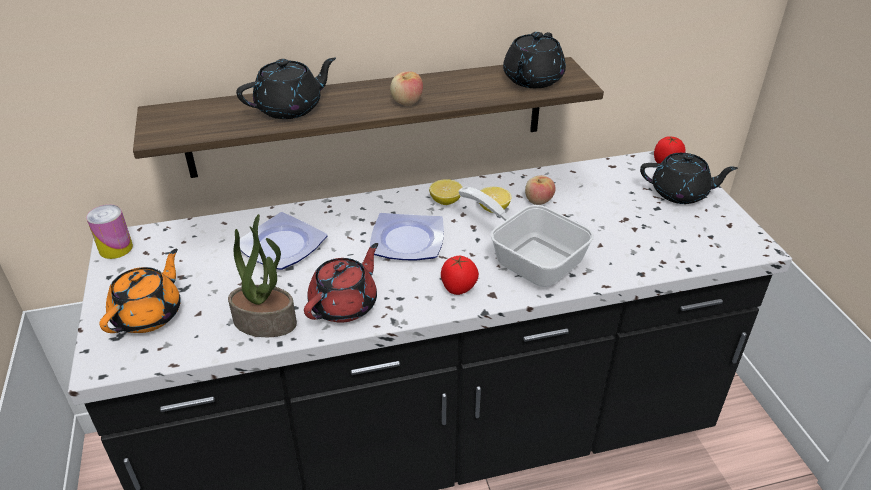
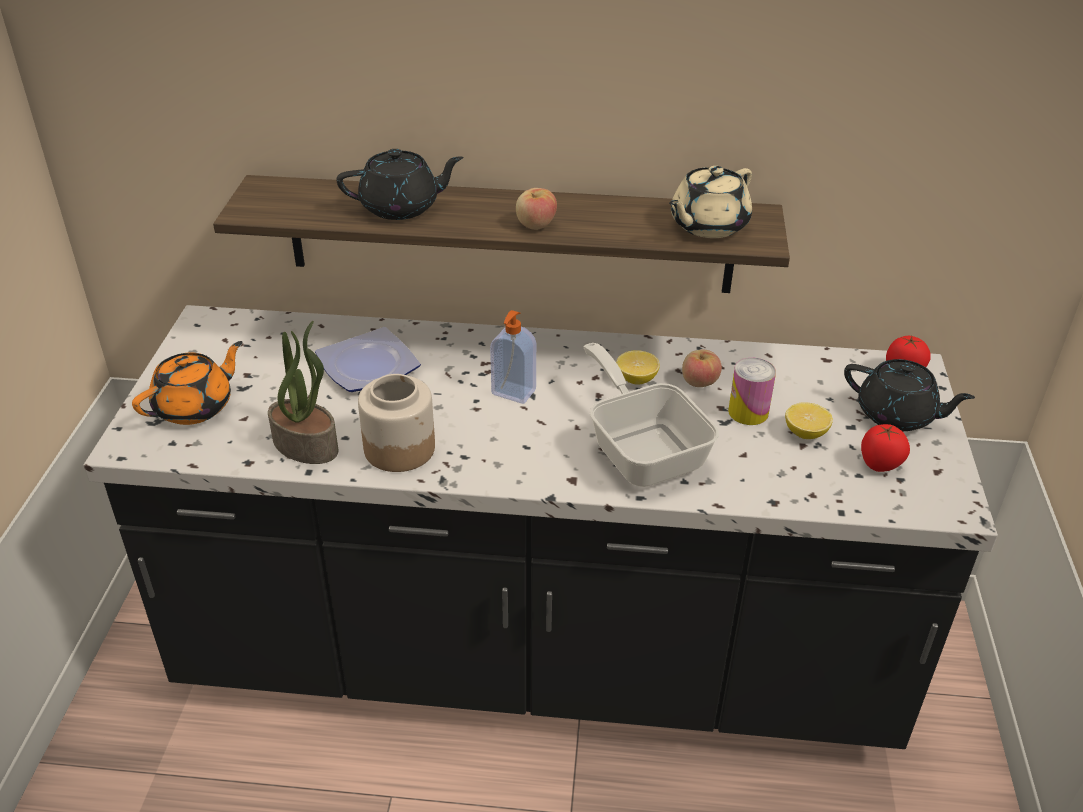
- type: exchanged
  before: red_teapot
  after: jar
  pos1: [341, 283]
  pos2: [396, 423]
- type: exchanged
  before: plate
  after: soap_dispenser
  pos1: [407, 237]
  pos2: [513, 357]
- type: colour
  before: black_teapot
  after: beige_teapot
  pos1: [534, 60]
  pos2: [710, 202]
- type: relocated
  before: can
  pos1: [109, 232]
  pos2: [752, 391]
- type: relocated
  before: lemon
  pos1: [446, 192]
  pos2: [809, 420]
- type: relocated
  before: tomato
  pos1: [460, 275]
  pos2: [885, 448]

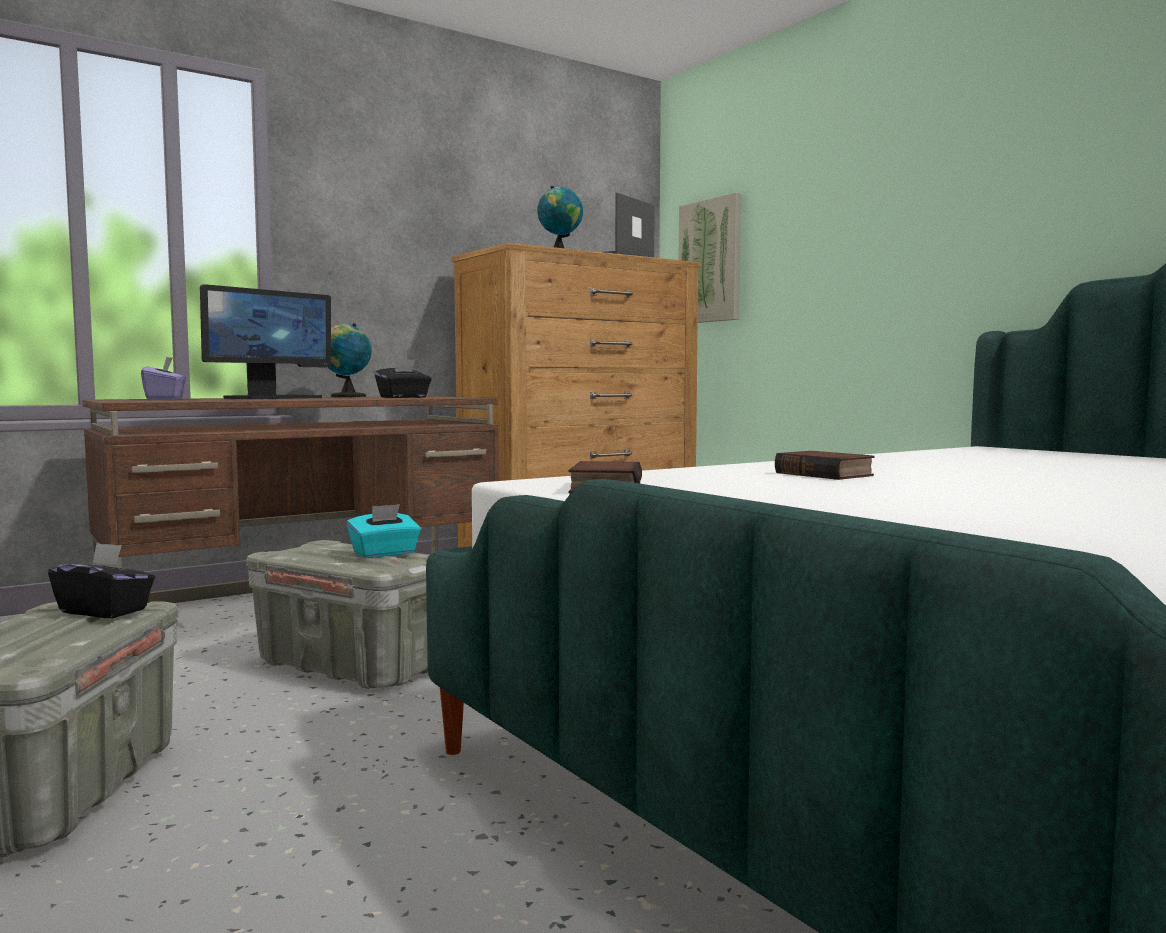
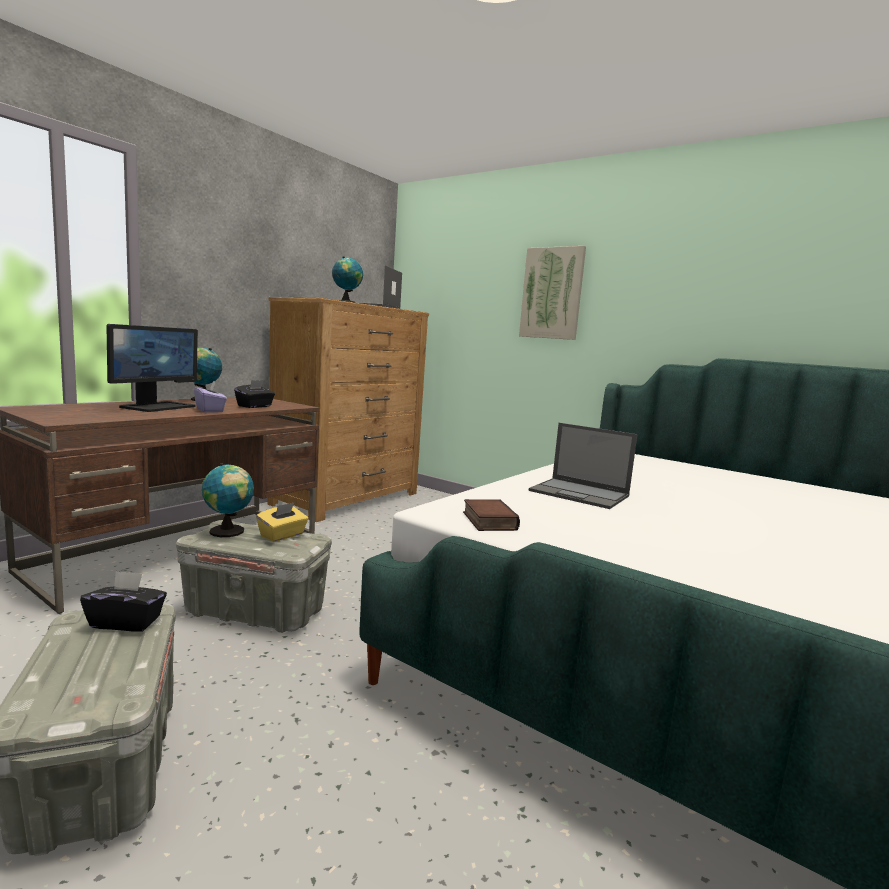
- type: relocated
  before: purple_tissue_box
  pos1: [163, 378]
  pos2: [210, 397]
- type: appeared
  after: globe
  pos2: [228, 500]
- type: colour
  before: turquoise_tissue_box
  after: yellow_tissue_box
  pos1: [384, 531]
  pos2: [282, 522]
- type: relocated
  before: picture
  pos1: [710, 257]
  pos2: [552, 293]
- type: exchanged
  before: book
  after: laptop
  pos1: [824, 465]
  pos2: [583, 466]

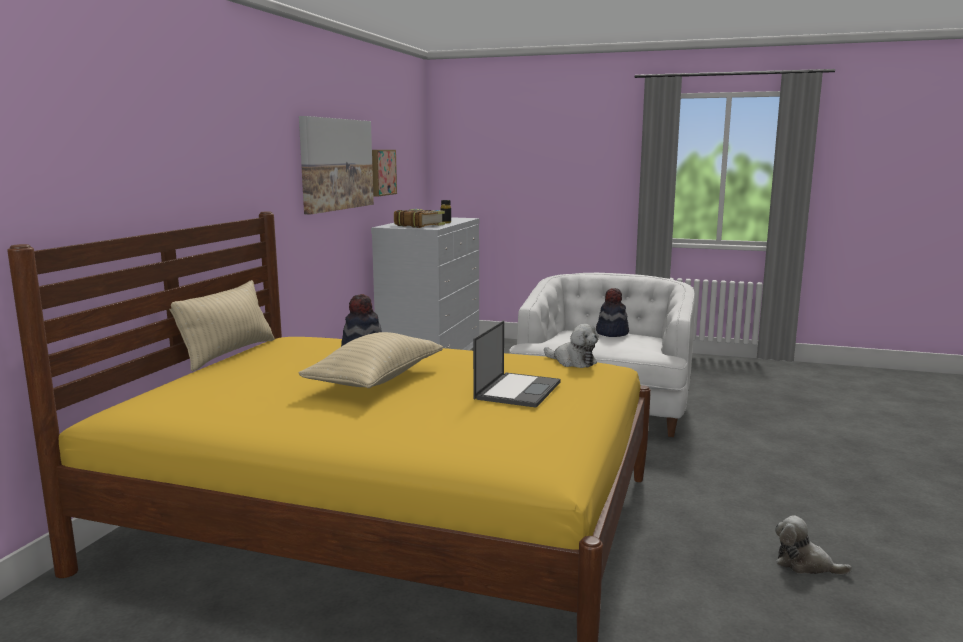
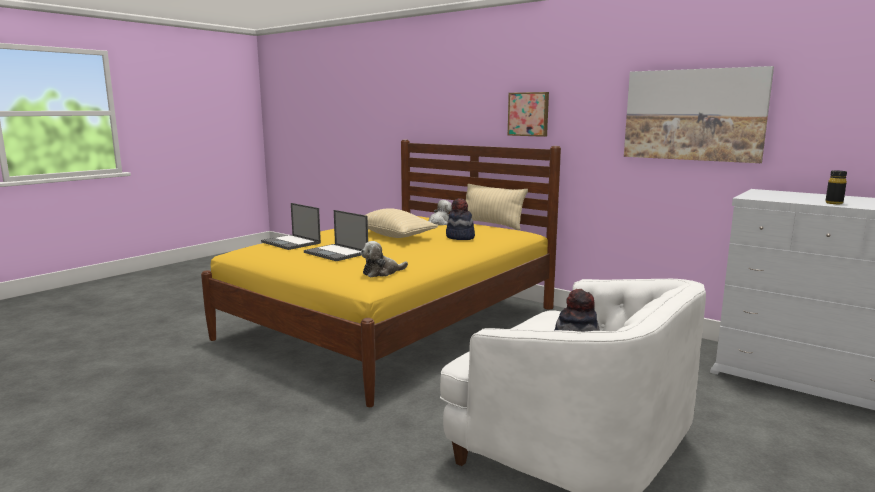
- type: appeared
  after: laptop
  pos2: [291, 226]
- type: relocated
  before: plush_toy
  pos1: [813, 545]
  pos2: [440, 212]
- type: relocated
  before: picture
  pos1: [384, 173]
  pos2: [528, 114]
- type: missing
  before: book
  pos1: [419, 218]

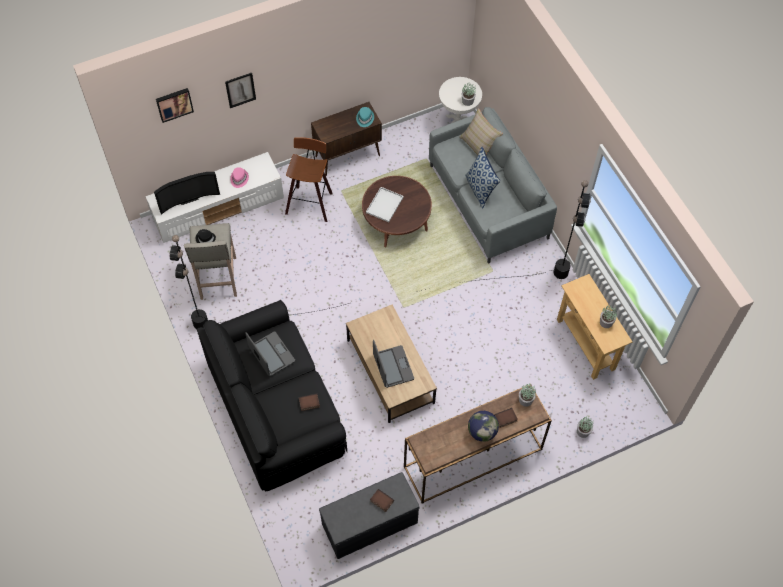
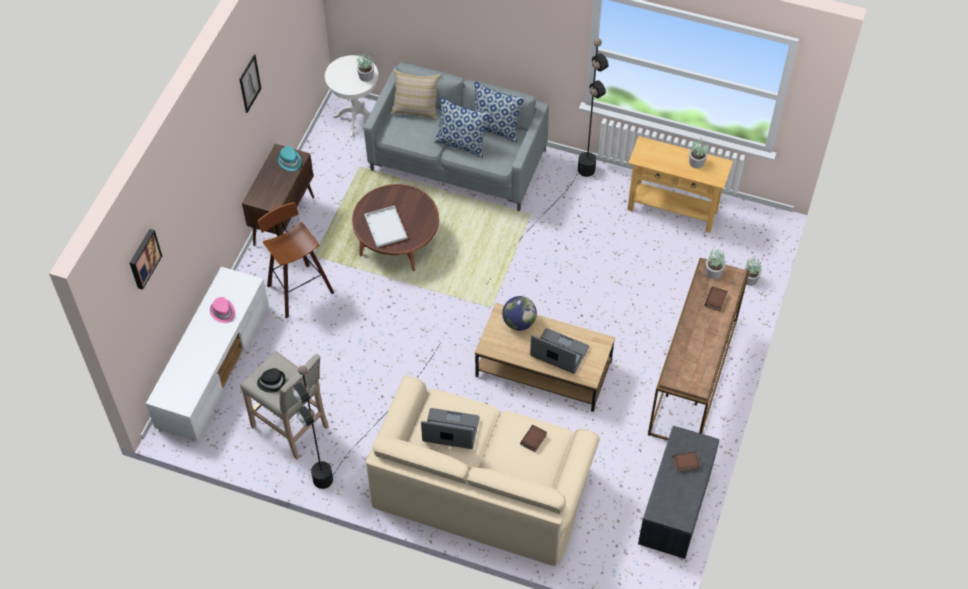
- type: relocated
  before: picture
  pos1: [240, 90]
  pos2: [250, 83]
- type: colour
  before: black_sofa
  after: beige_sofa
  pos1: [272, 396]
  pos2: [483, 471]
- type: appeared
  after: pillow
  pos2: [499, 112]
- type: relocated
  before: globe
  pos1: [483, 426]
  pos2: [519, 313]
- type: missing
  before: television
  pos1: [187, 193]

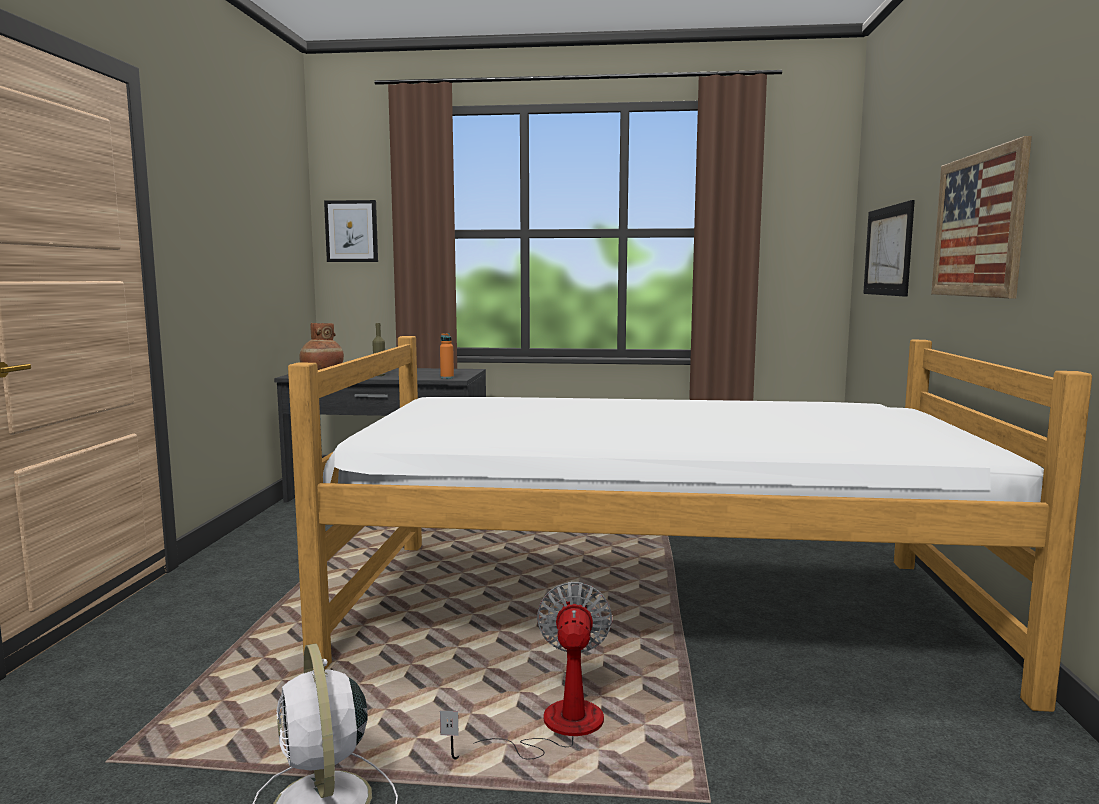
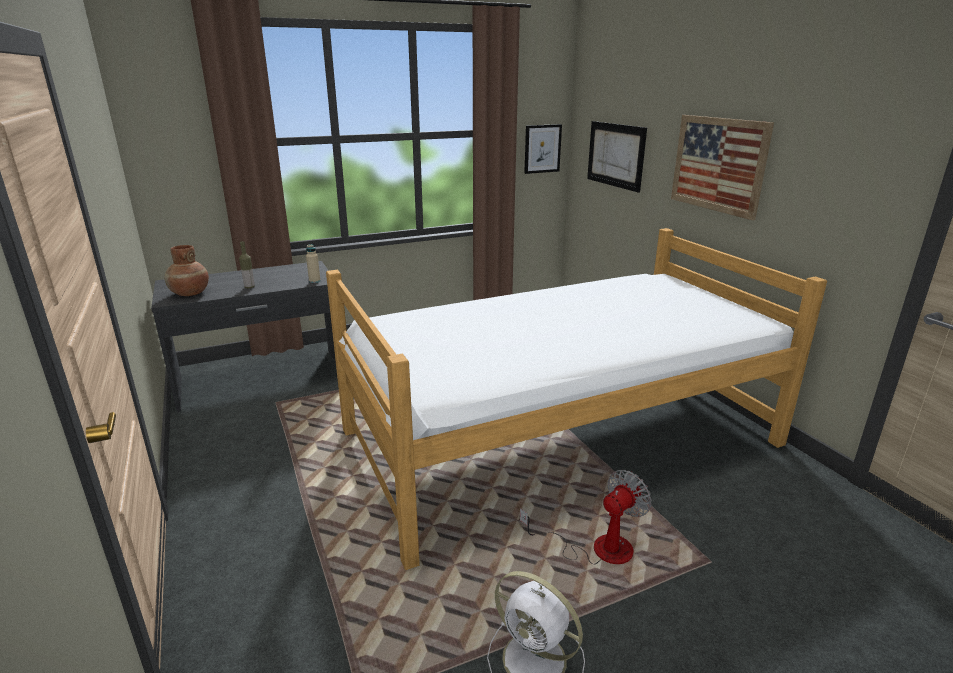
- type: colour
  before: orange_bottle
  after: beige_bottle
  pos1: [447, 356]
  pos2: [313, 263]
- type: spun
  before: fan
  pos1: [526, 671]
  pos2: [586, 517]
  turn: 75
- type: relocated
  before: picture
  pos1: [351, 231]
  pos2: [543, 149]

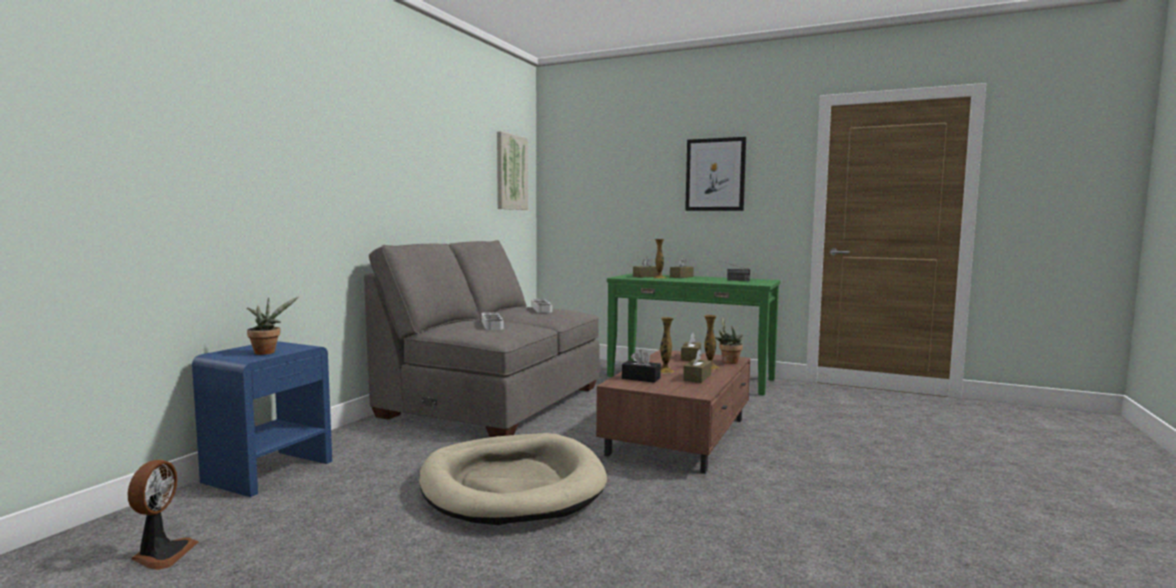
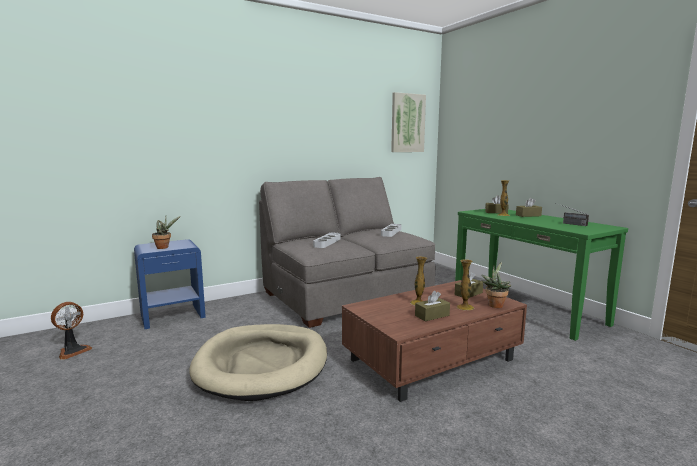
- type: missing
  before: black_tissue_box
  pos1: [641, 366]
- type: missing
  before: picture
  pos1: [715, 174]

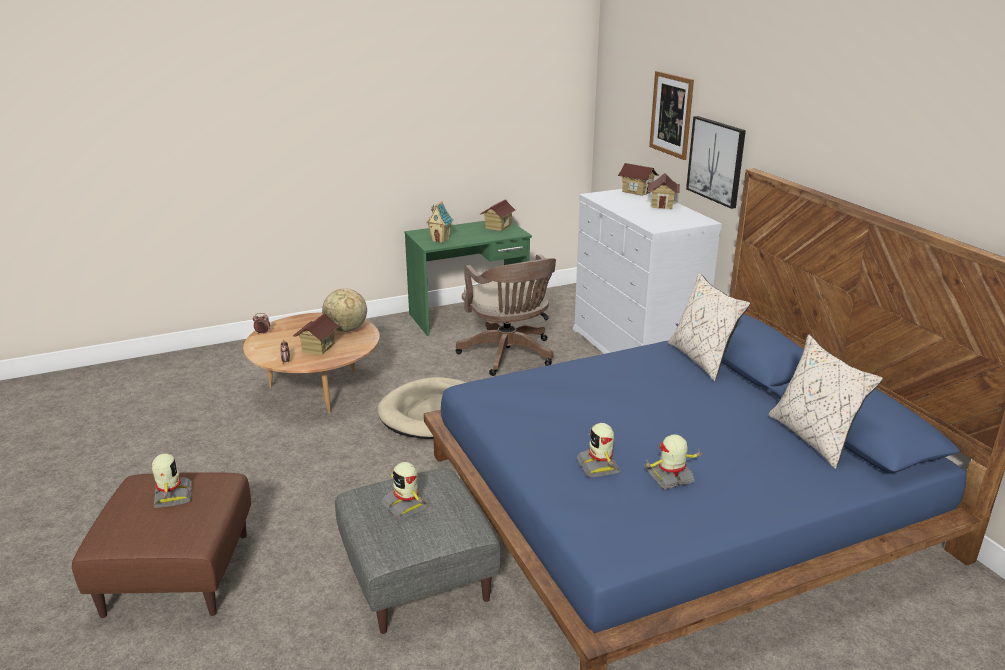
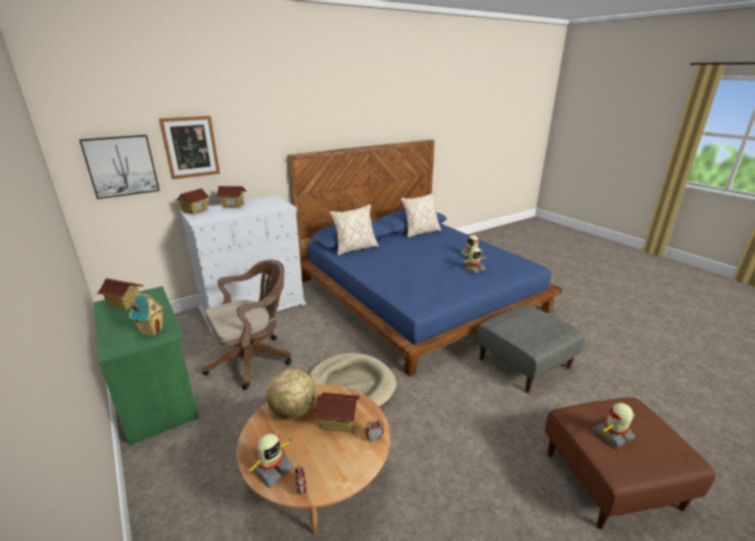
- type: relocated
  before: picture
  pos1: [716, 162]
  pos2: [119, 167]
- type: relocated
  before: toy_robot
  pos1: [404, 491]
  pos2: [270, 461]

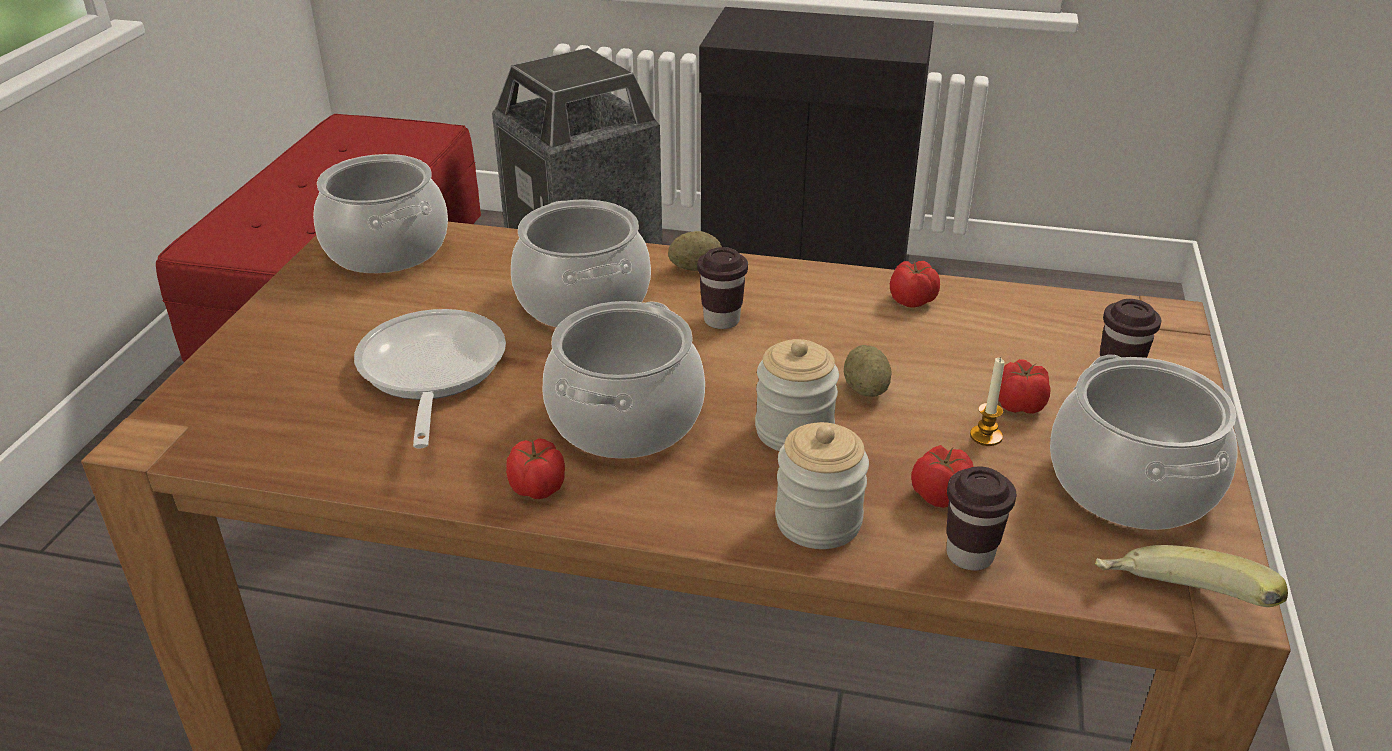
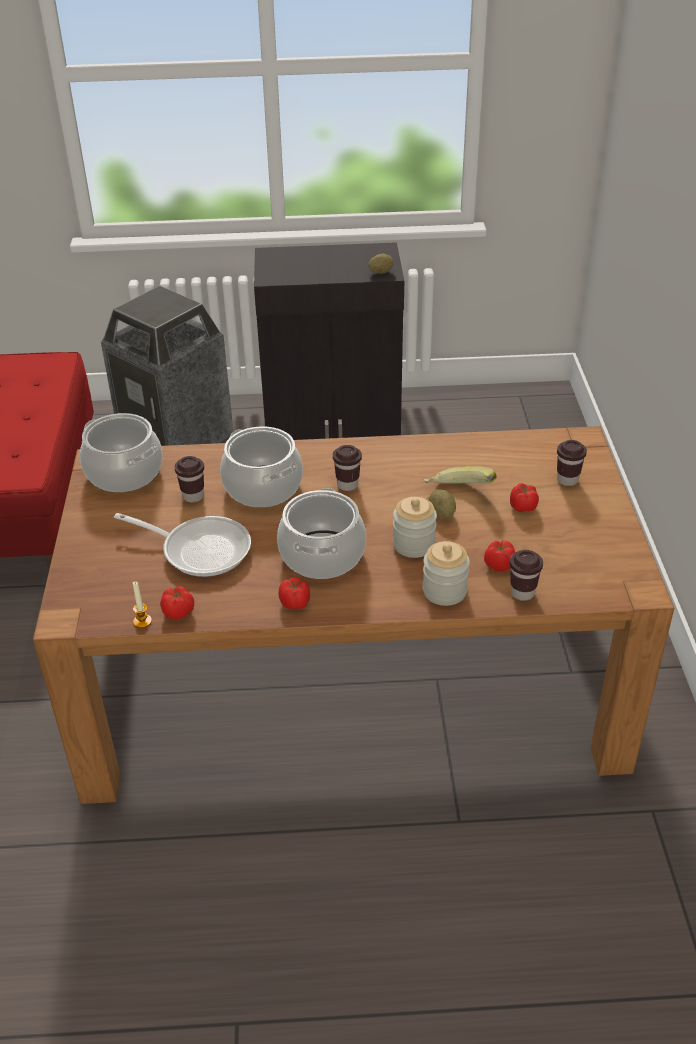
- type: spun
  before: frying_pan
  pos1: [430, 379]
  pos2: [182, 545]
  turn: 135
- type: relocated
  before: candle
  pos1: [987, 401]
  pos2: [142, 604]
- type: relocated
  before: tomato
  pos1: [915, 284]
  pos2: [177, 603]
- type: appeared
  after: brown_cup
  pos2: [189, 479]
- type: relocated
  before: potato
  pos1: [695, 251]
  pos2: [381, 264]
- type: relocated
  before: banana
  pos1: [1191, 576]
  pos2: [460, 475]
- type: missing
  before: cooking_pot
  pos1: [1143, 442]

